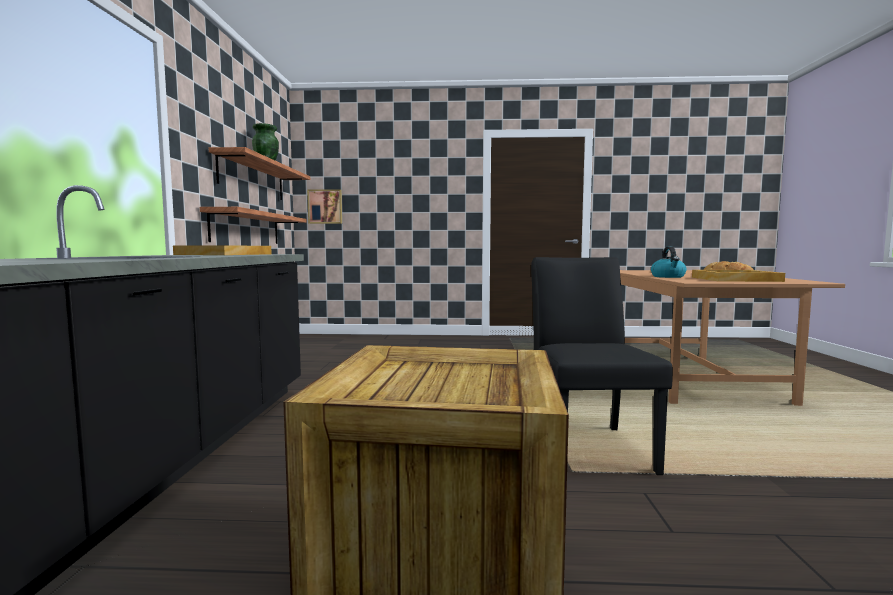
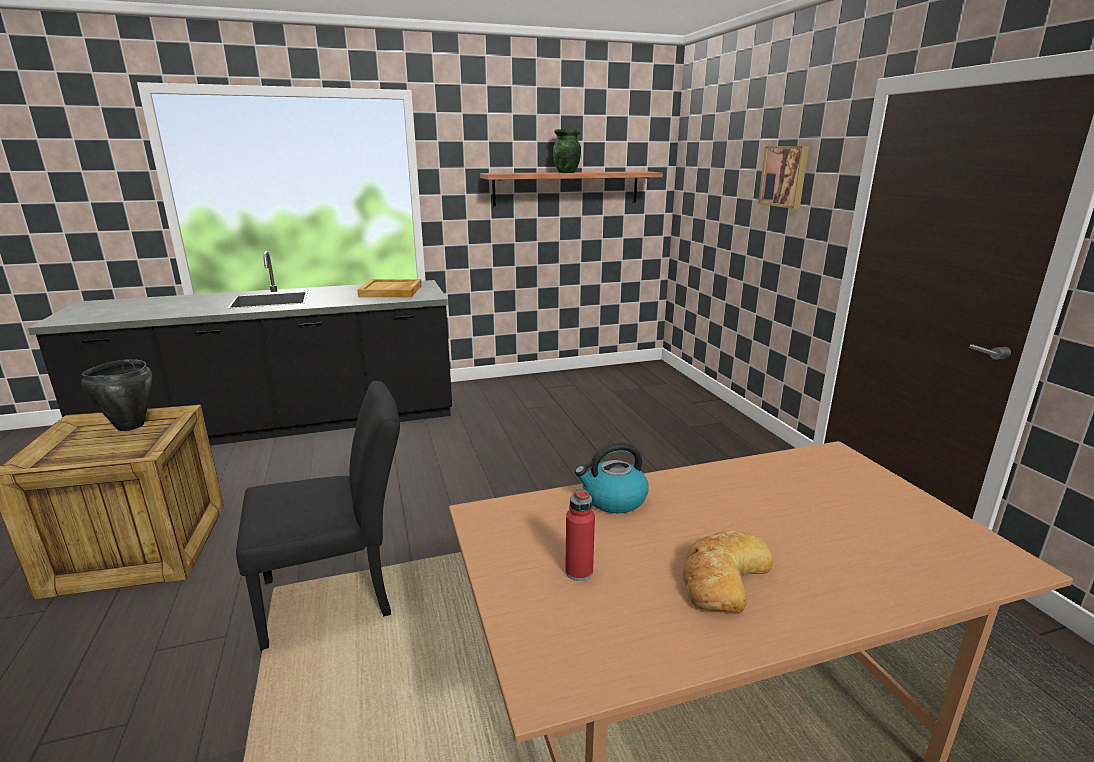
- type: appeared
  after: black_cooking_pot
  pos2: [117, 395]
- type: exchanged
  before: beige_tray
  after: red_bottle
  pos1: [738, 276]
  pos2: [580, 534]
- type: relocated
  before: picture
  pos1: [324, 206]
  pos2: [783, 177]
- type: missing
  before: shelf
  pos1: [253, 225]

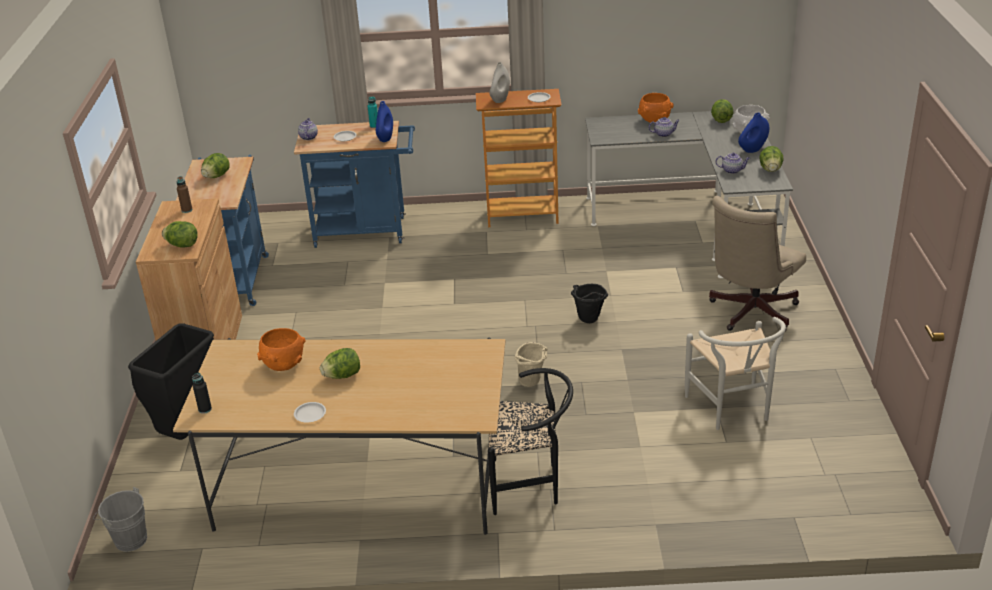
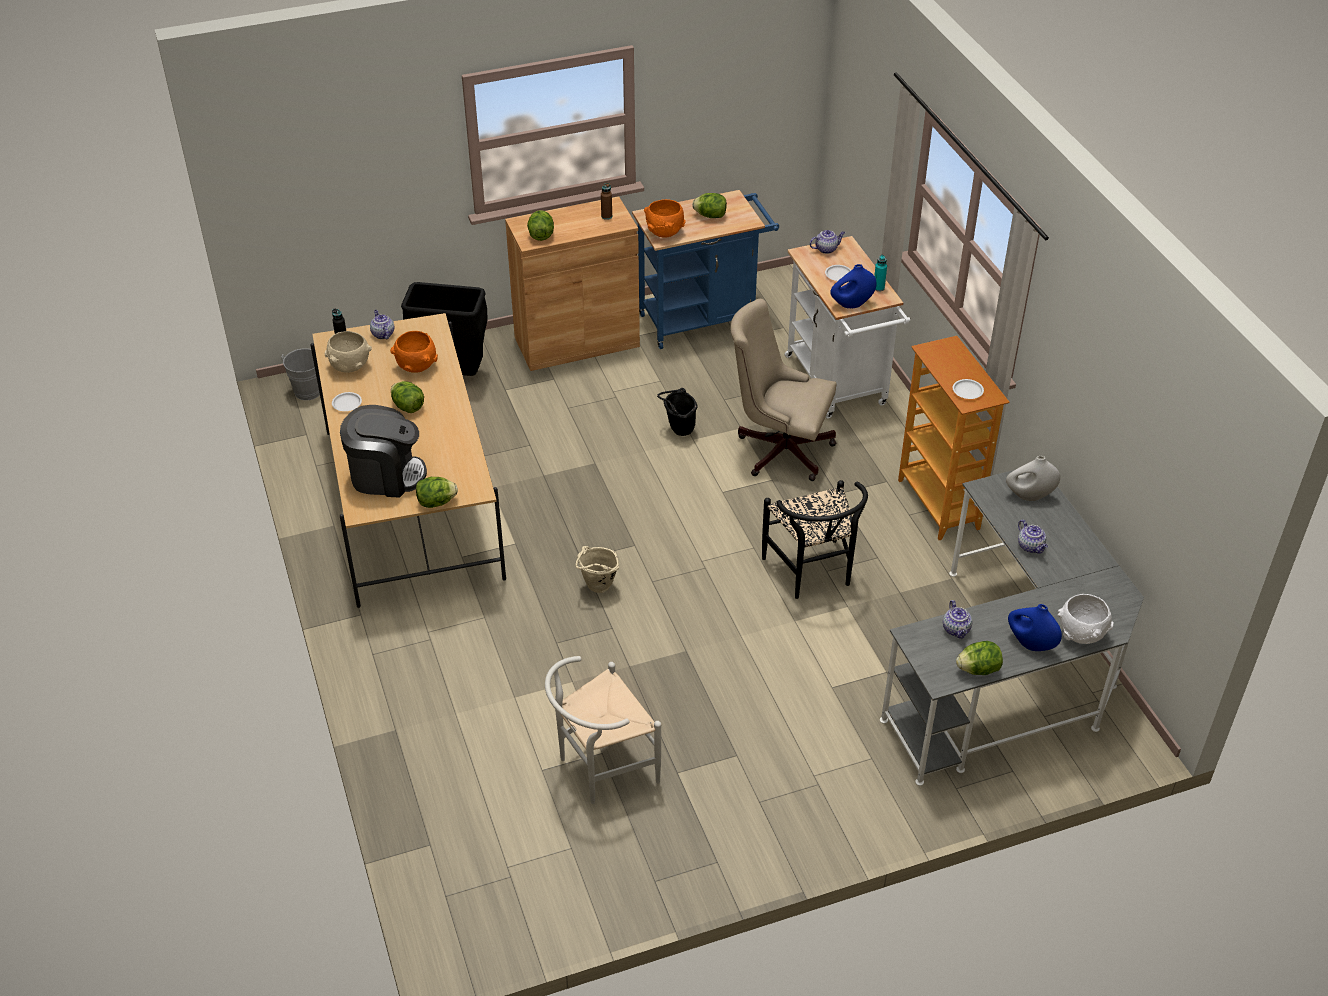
- type: appeared
  after: beige_bowl
  pos2: [348, 352]
- type: appeared
  after: coffee_machine
  pos2: [383, 451]
- type: appeared
  after: teapot
  pos2: [382, 324]
- type: relocated
  before: lettuce
  pos1: [722, 111]
  pos2: [437, 492]
- type: relocated
  before: orange_bowl
  pos1: [656, 108]
  pos2: [665, 218]
- type: relocated
  before: black_bucket
  pos1: [589, 303]
  pos2: [677, 412]
- type: relocated
  before: beige_office_chair
  pos1: [757, 264]
  pos2: [783, 390]
- type: relocated
  before: black_chair
  pos1: [530, 441]
  pos2: [815, 539]
- type: colour
  before: blue_cart
  after: white_cart
  pos1: [354, 184]
  pos2: [847, 327]
- type: relocated
  before: white_vase
  pos1: [499, 82]
  pos2: [1033, 478]

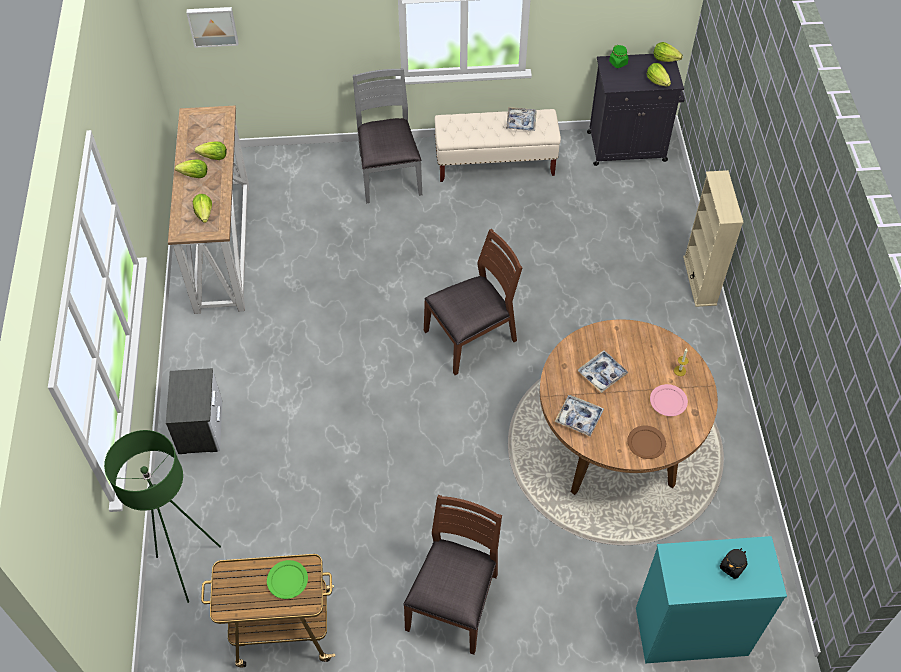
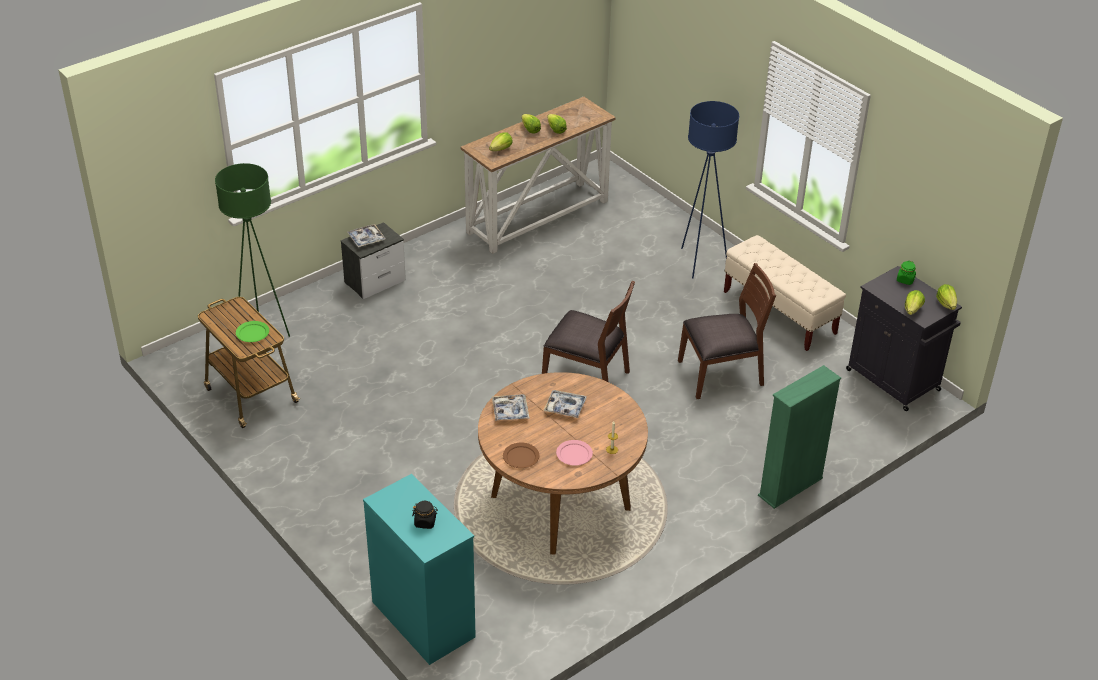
- type: relocated
  before: tray
  pos1: [521, 119]
  pos2: [366, 235]
- type: relocated
  before: brown_chair
  pos1: [452, 575]
  pos2: [727, 331]
- type: exchanged
  before: grey_chair
  after: blue_floor_lamp
  pos1: [387, 135]
  pos2: [710, 189]
- type: colour
  before: beige_bookcase
  after: green_bookcase
  pos1: [713, 238]
  pos2: [799, 437]
- type: missing
  before: picture
  pos1: [212, 27]

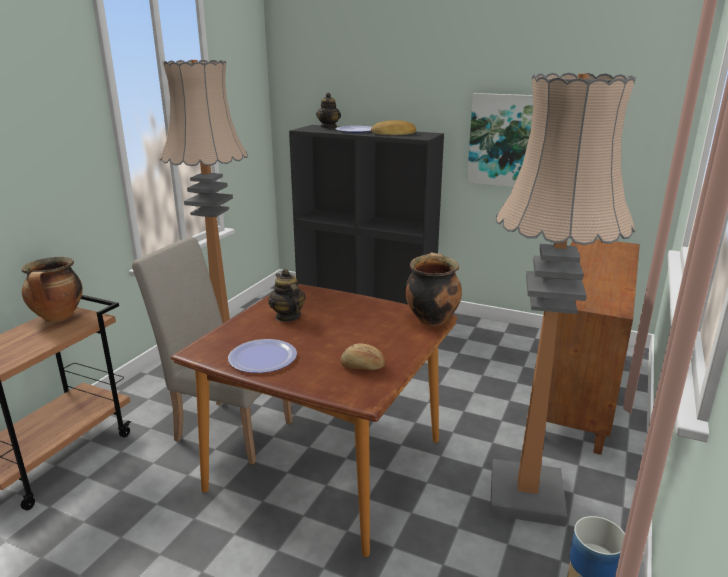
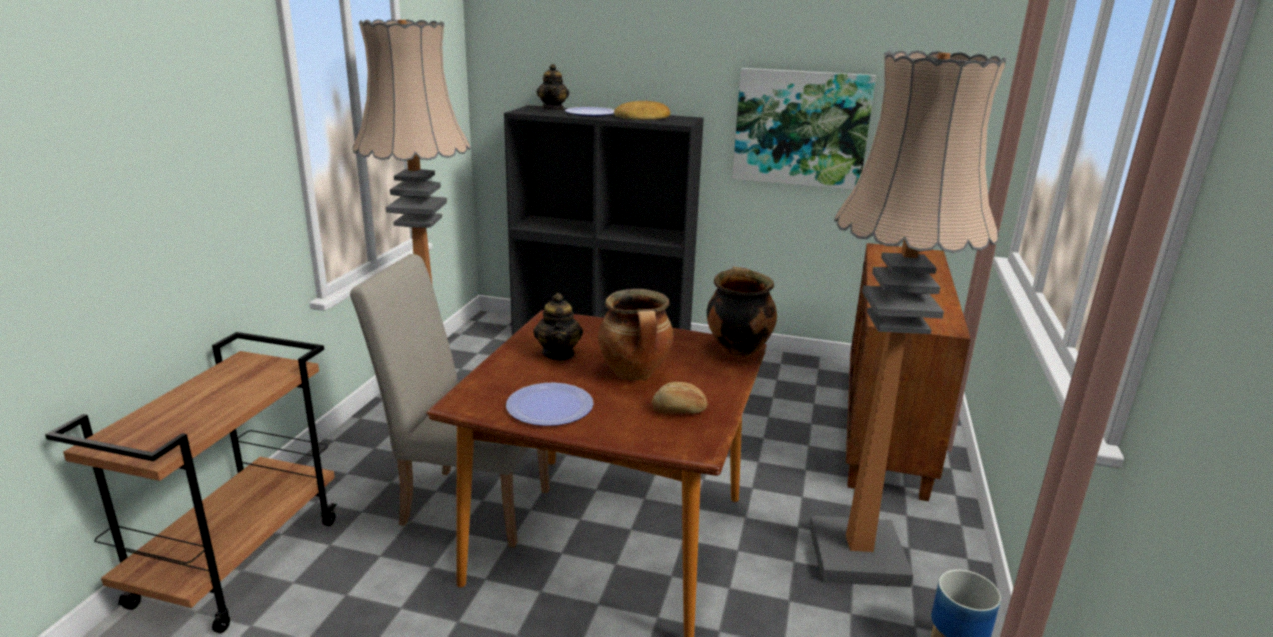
- type: spun
  before: teapot
  pos1: [287, 295]
  pos2: [558, 326]
  turn: -150
- type: relocated
  before: cooking_pot
  pos1: [52, 289]
  pos2: [636, 334]

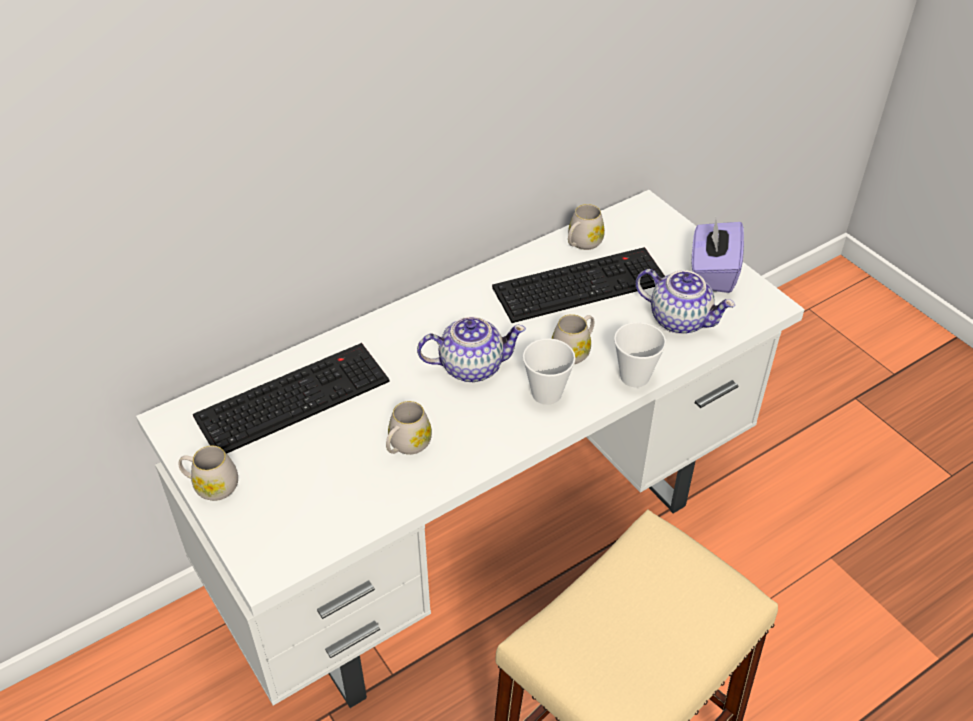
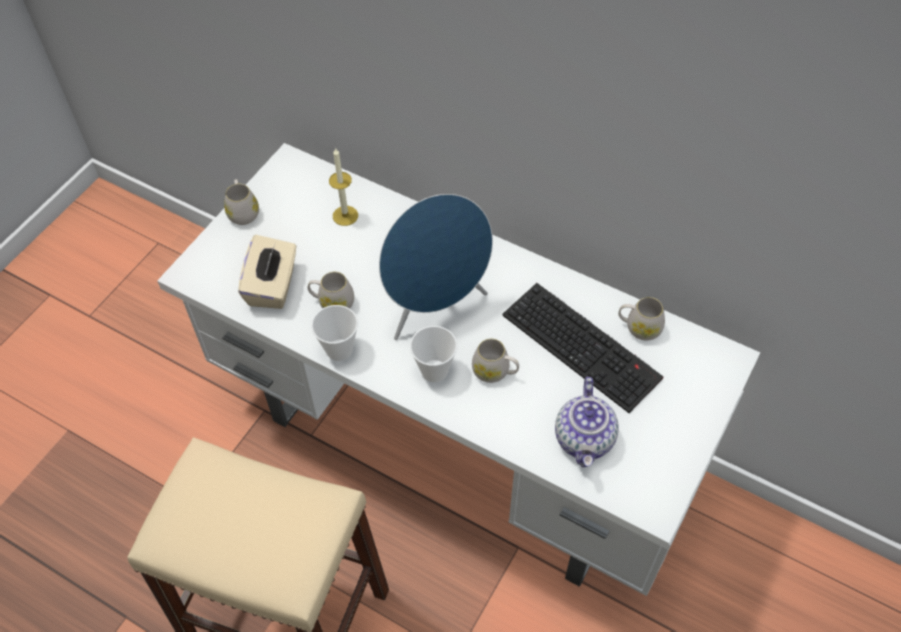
- type: appeared
  after: beige_tissue_box
  pos2: [267, 272]
- type: relocated
  before: cup
  pos1: [640, 355]
  pos2: [334, 333]
- type: exchanged
  before: keyboard
  after: candle
  pos1: [291, 398]
  pos2: [343, 187]
- type: exchanged
  before: teapot
  after: blue_speaker
  pos1: [471, 349]
  pos2: [436, 267]
- type: missing
  before: purple_tissue_box
  pos1: [718, 255]

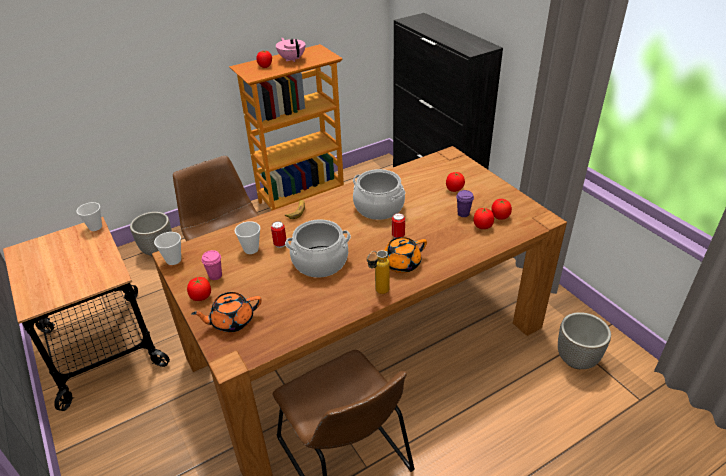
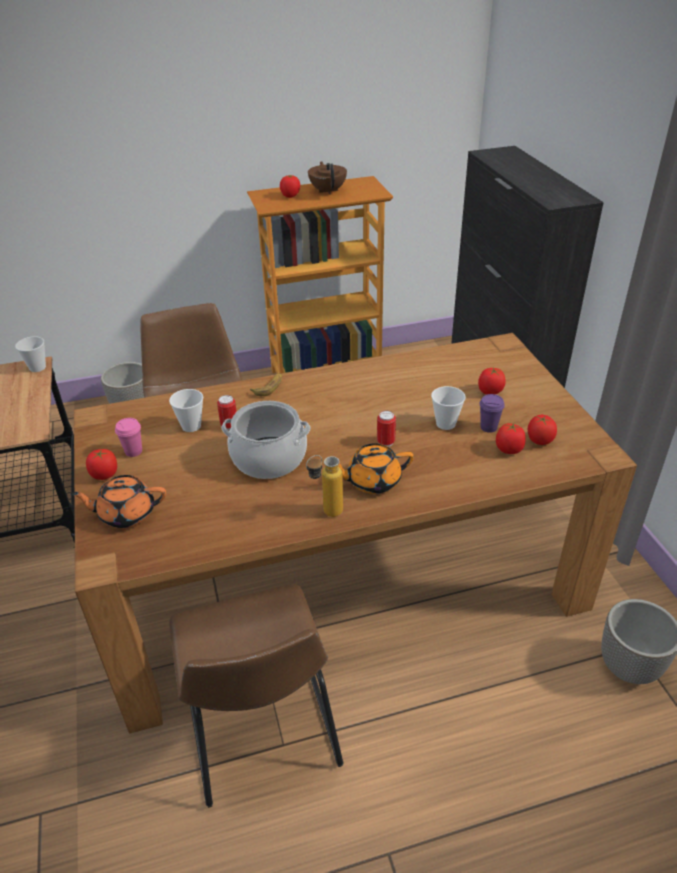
- type: colour
  before: pink_teapot
  after: brown_teapot
  pos1: [290, 50]
  pos2: [327, 178]
- type: relocated
  before: cup
  pos1: [167, 248]
  pos2: [448, 408]
- type: missing
  before: cooking_pot
  pos1: [379, 194]

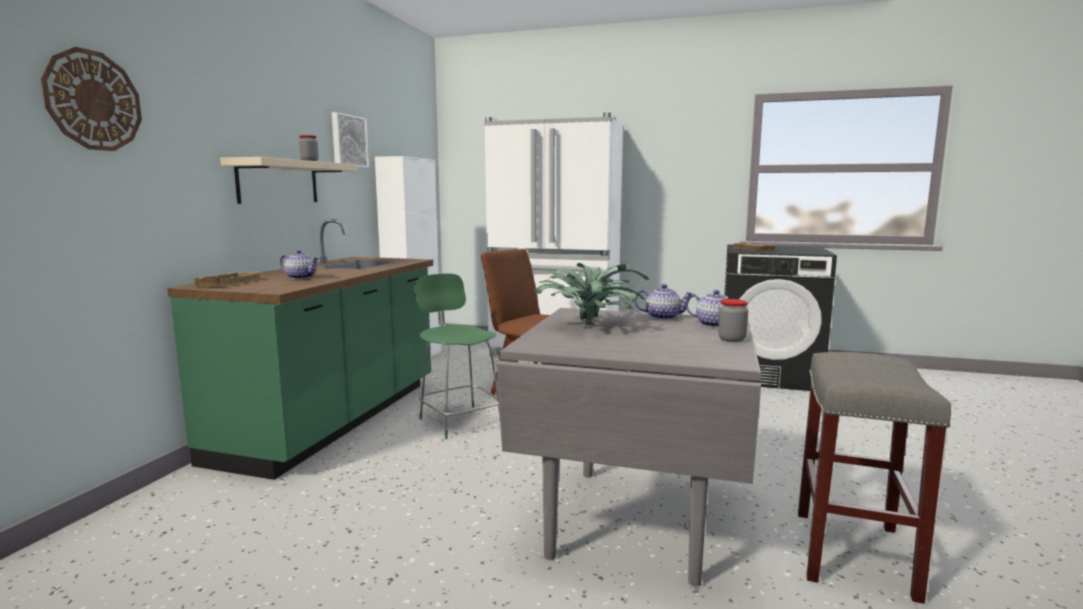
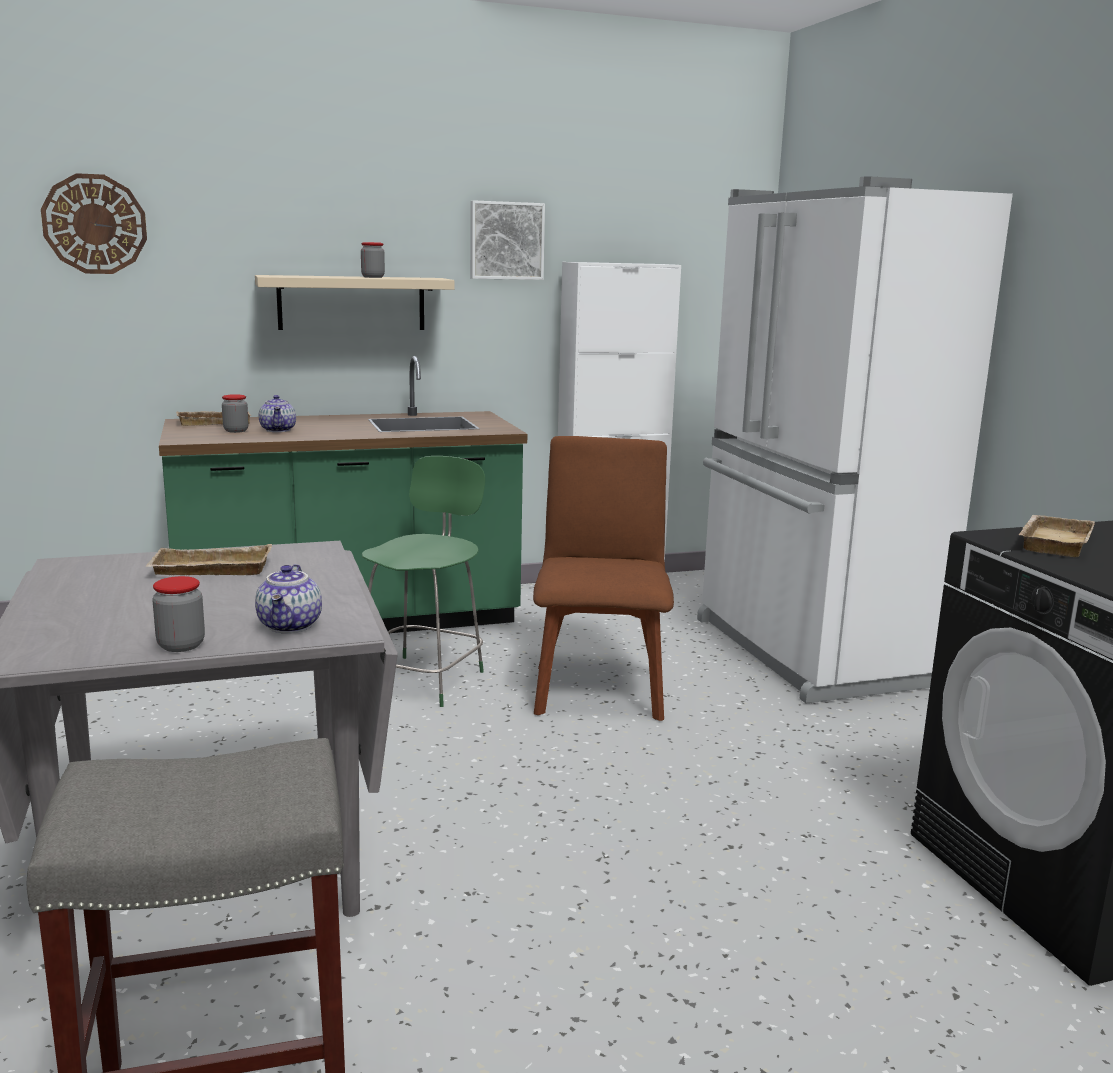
- type: exchanged
  before: potted_plant
  after: beige_tray
  pos1: [591, 294]
  pos2: [208, 559]
- type: appeared
  after: jar
  pos2: [235, 413]
- type: missing
  before: teapot
  pos1: [664, 302]

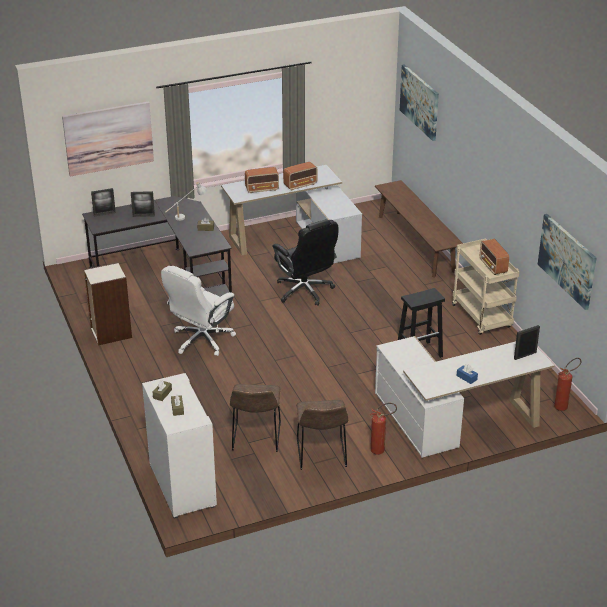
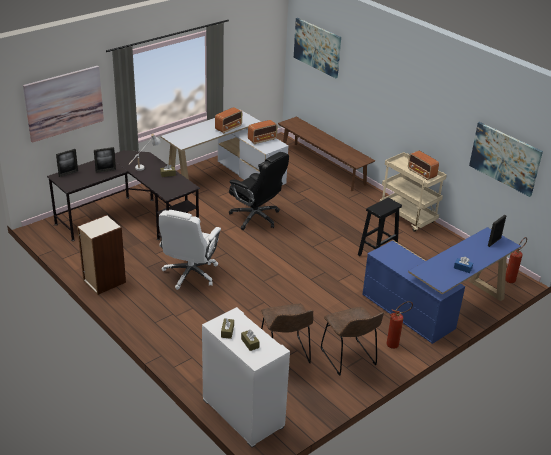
- type: relocated
  before: radio
  pos1: [262, 180]
  pos2: [262, 132]
- type: colour
  before: white_desk
  after: blue_desk
  pos1: [465, 397]
  pos2: [441, 285]

